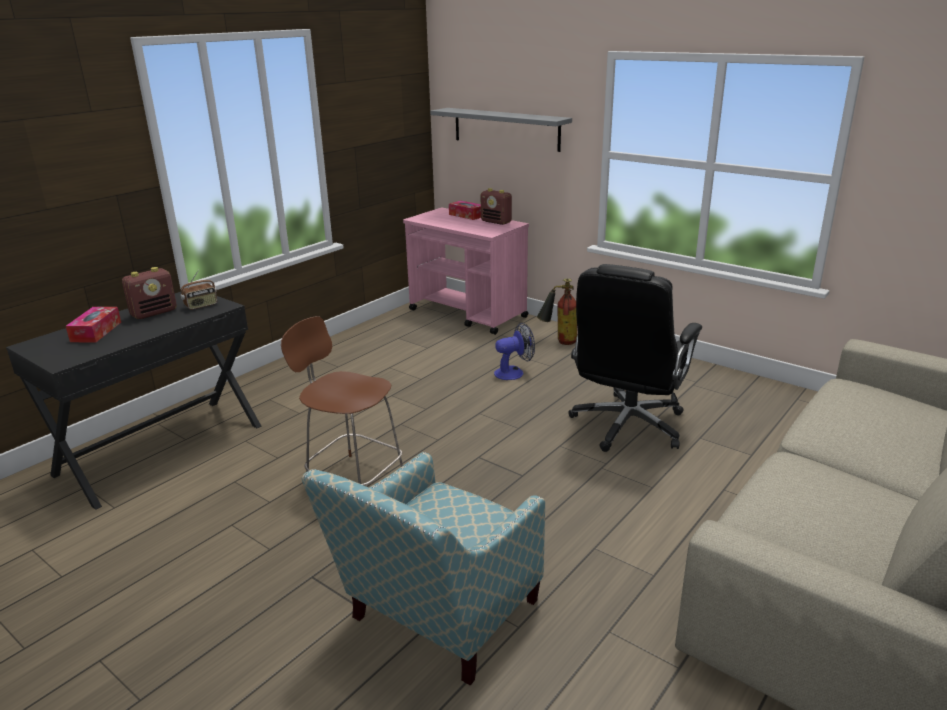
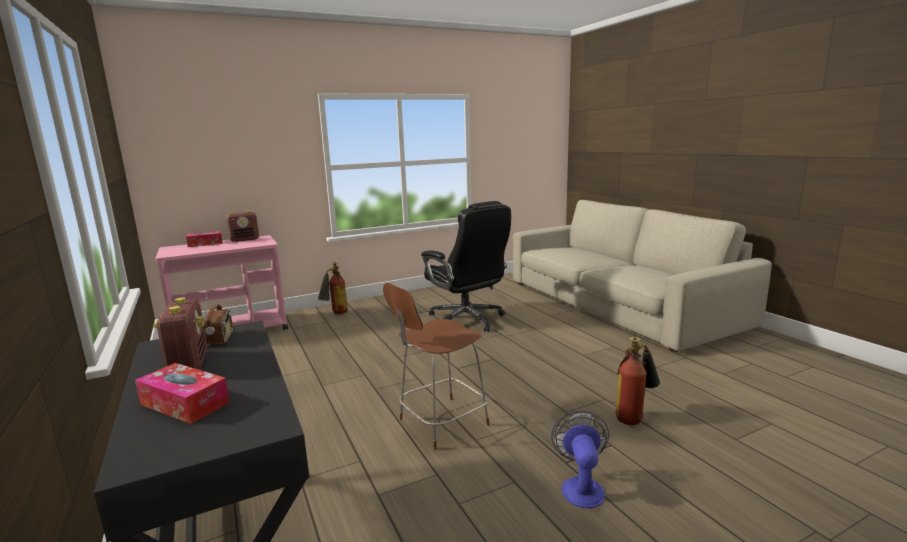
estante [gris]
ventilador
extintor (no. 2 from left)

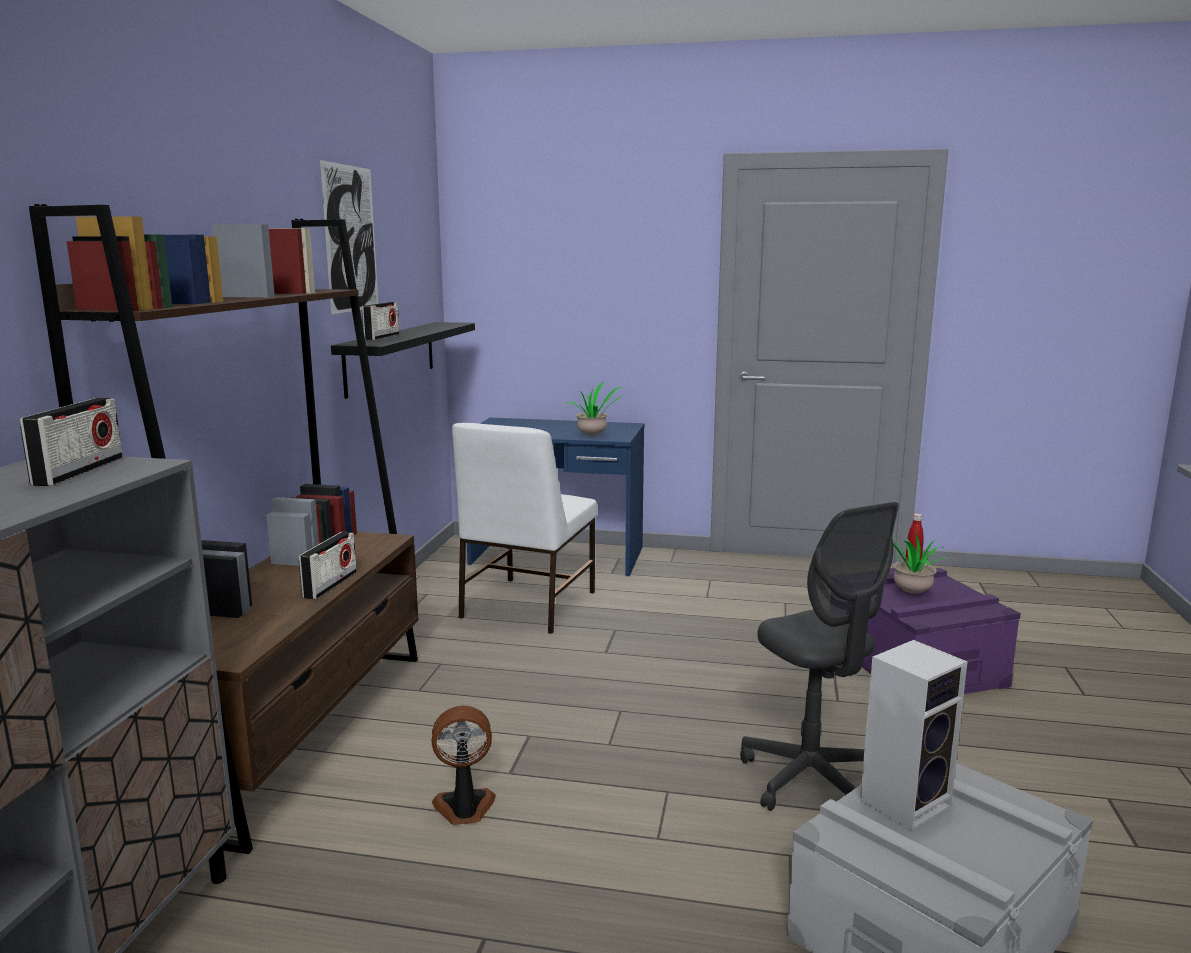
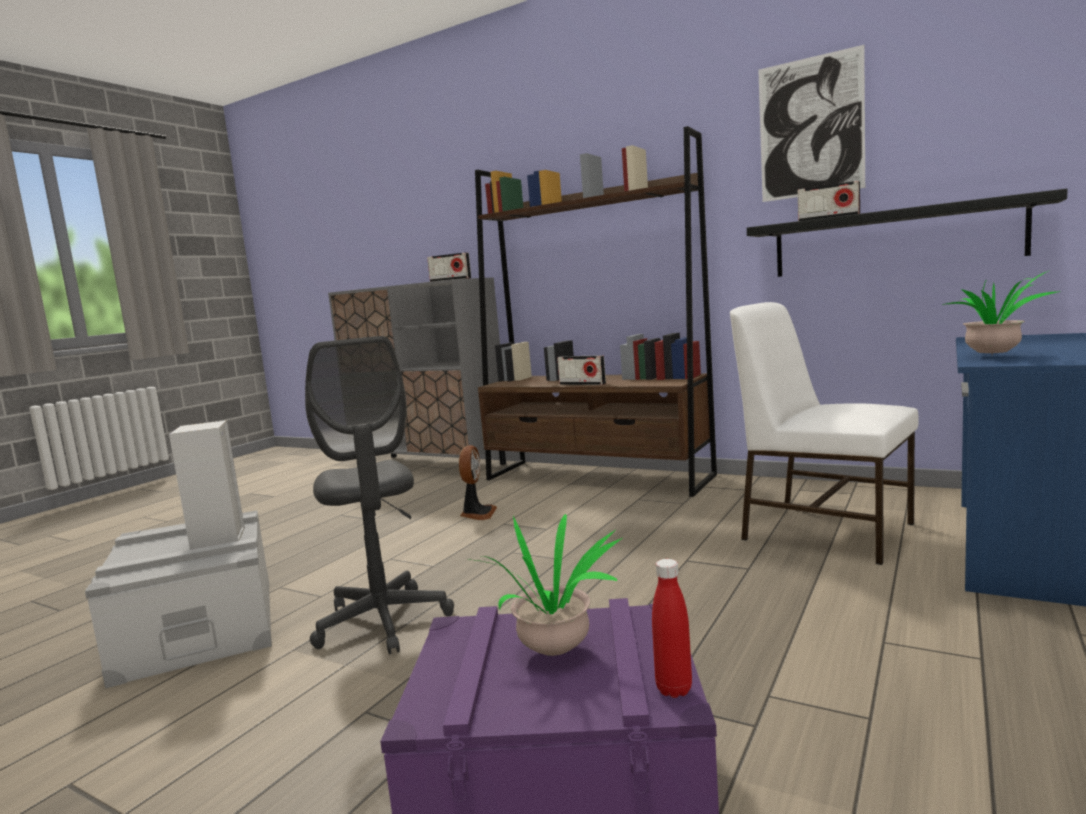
silla de oficina [gris]

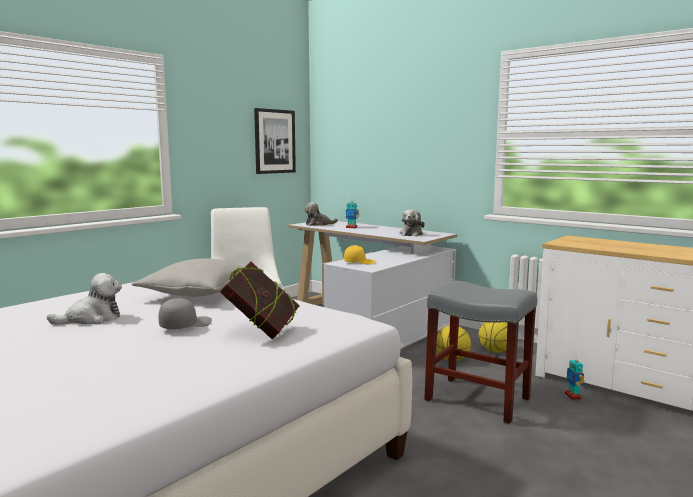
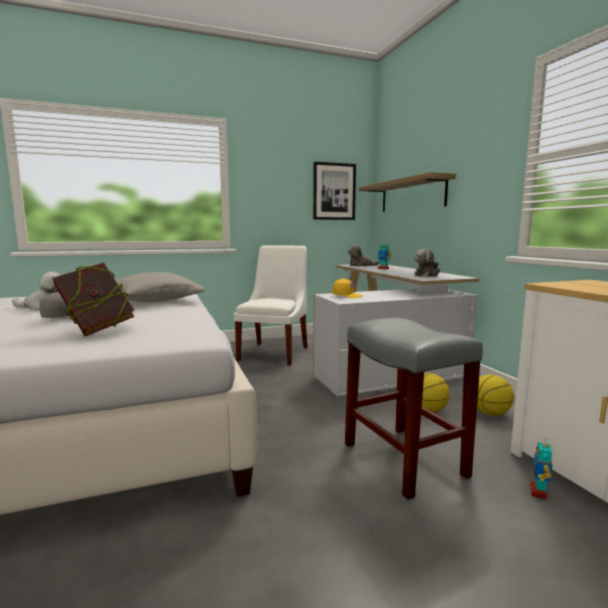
estante

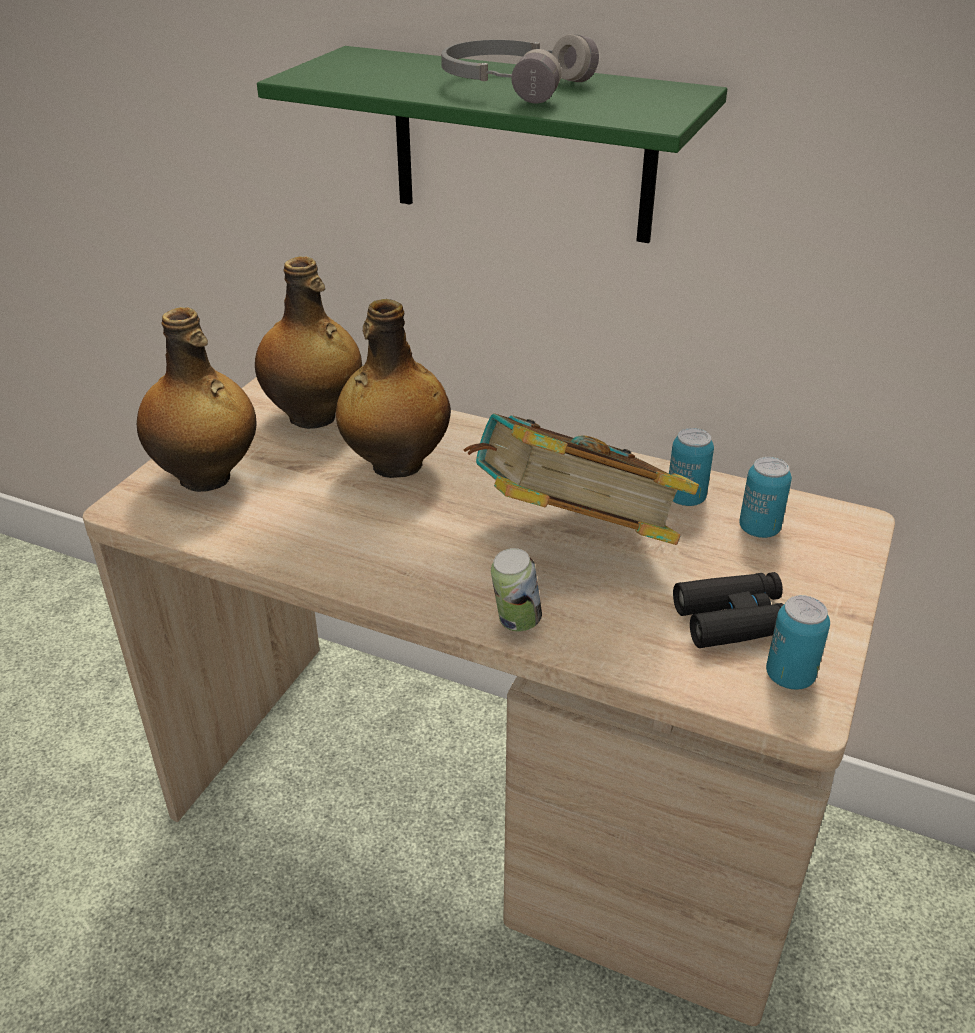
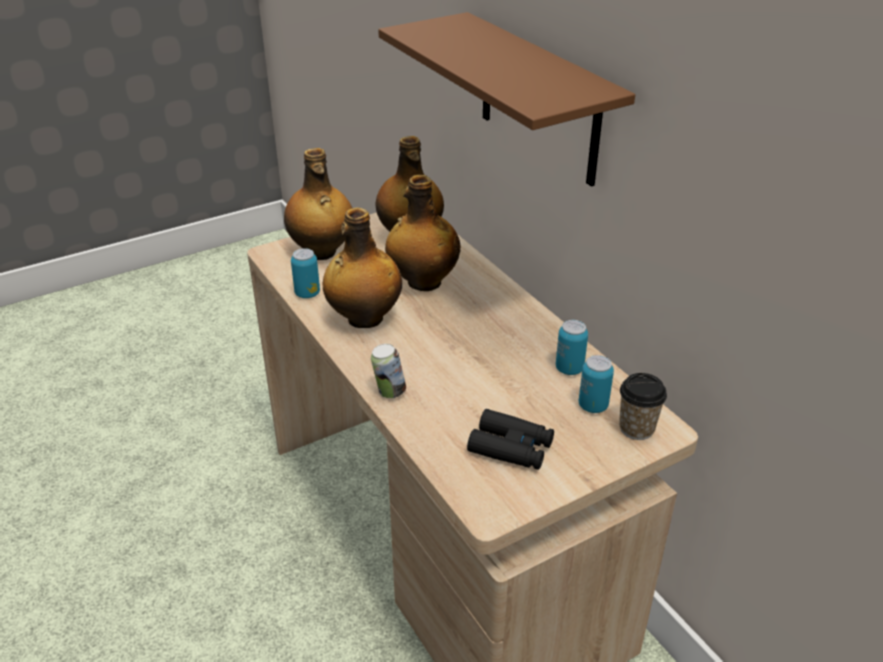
auriculares [gris]
estante [marrón]
libro
lata (no. 1 from left)
botella (no. 2 from left)
taza

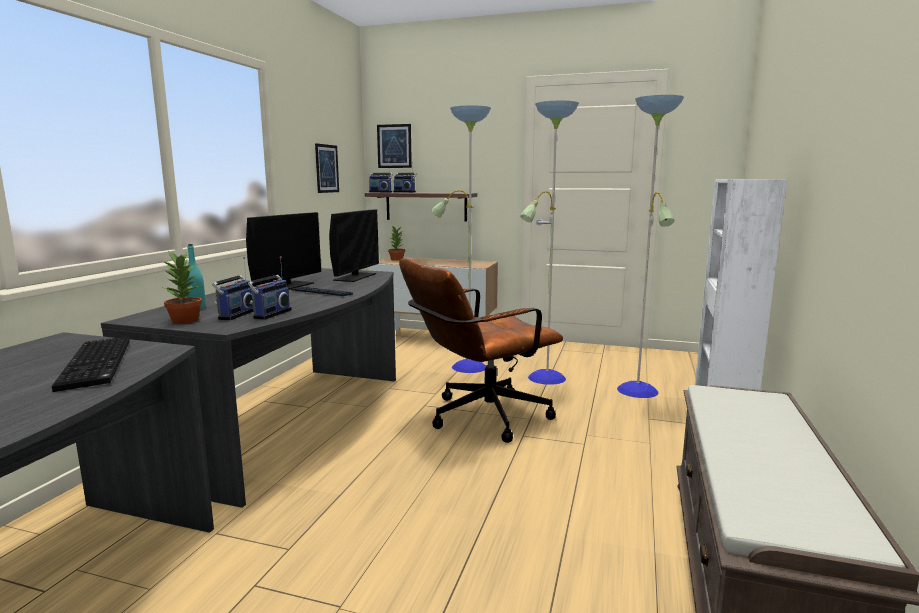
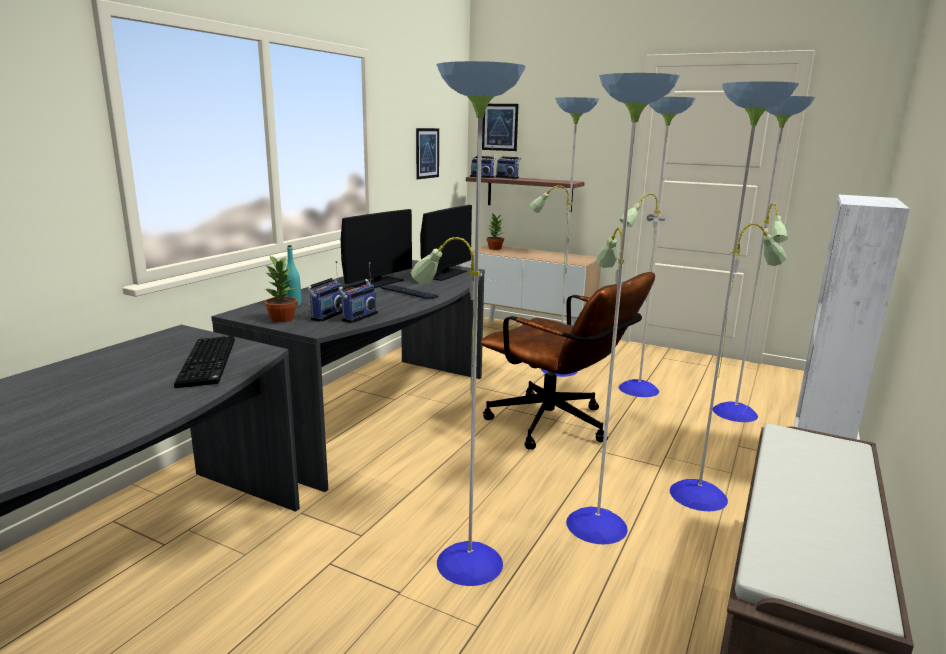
silla de oficina [marrón]
lámpara de pie (no. 1 from left)

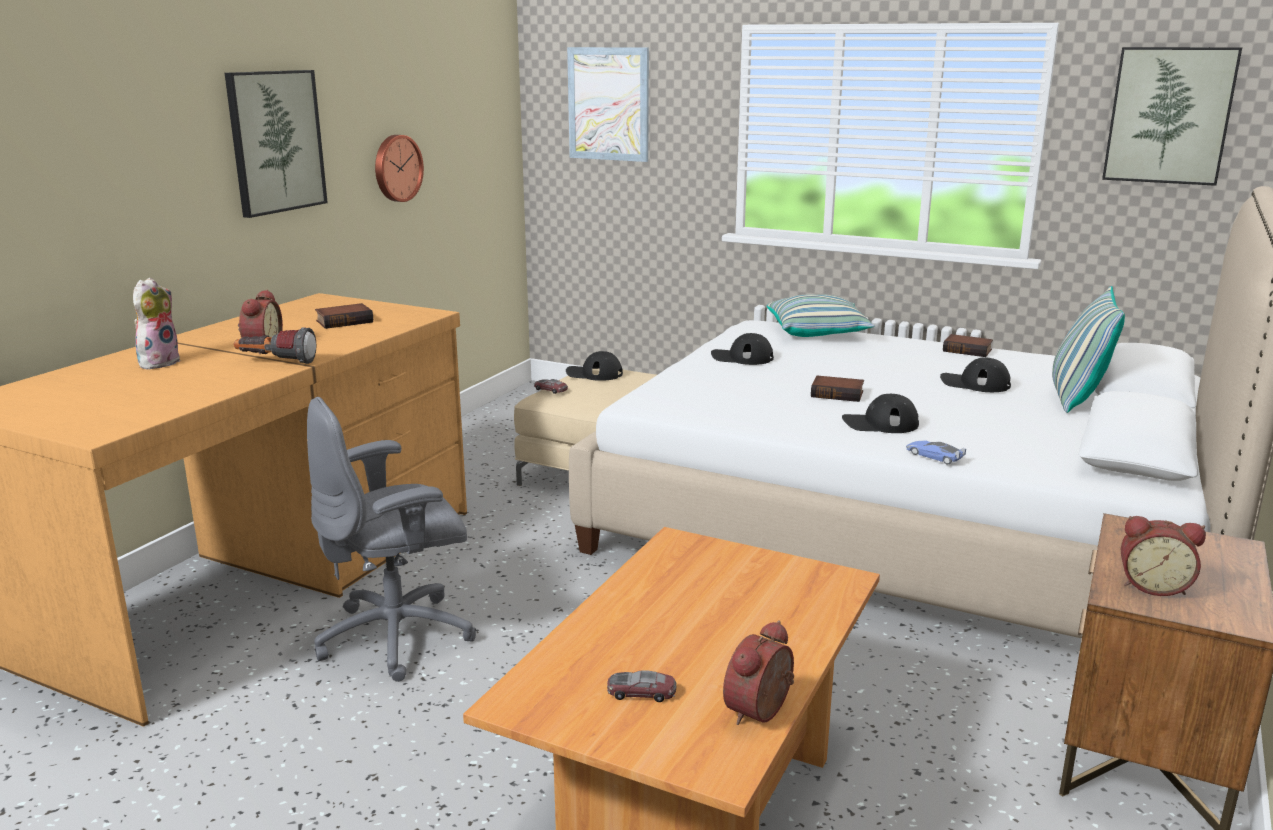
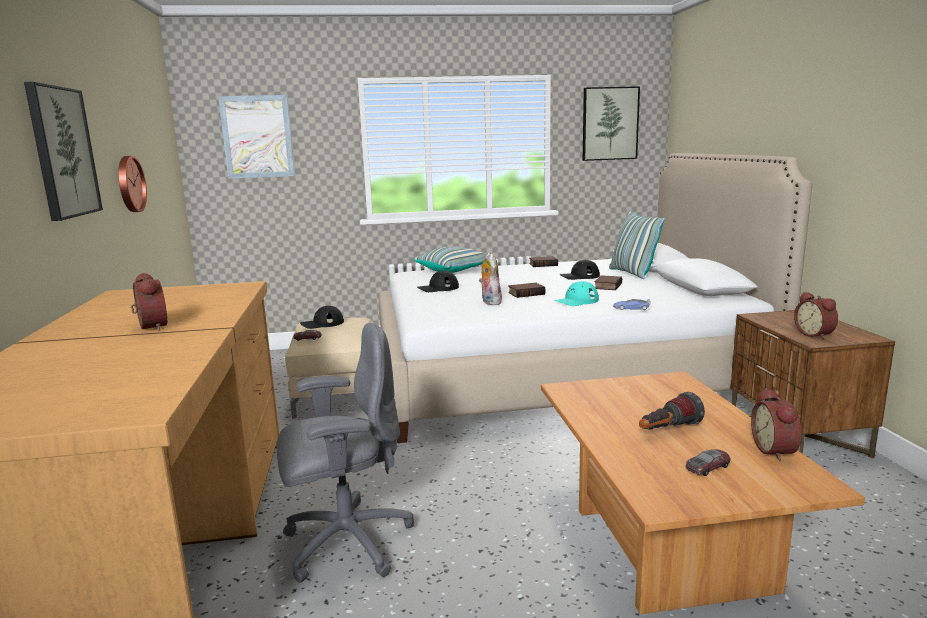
peluche
libro (no. 3 from left)
linterna
gorra [turquesa]
silla de oficina [gris]
despertador (no. 3 from left)

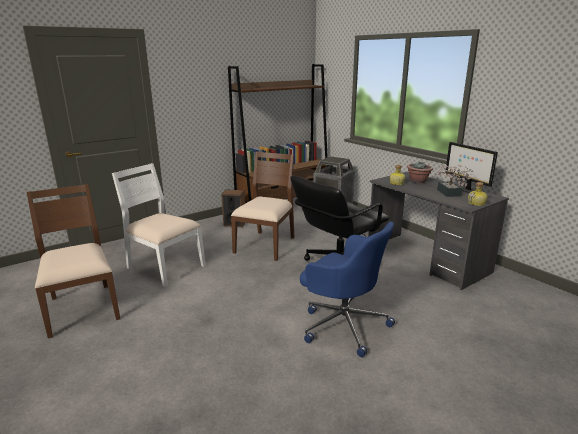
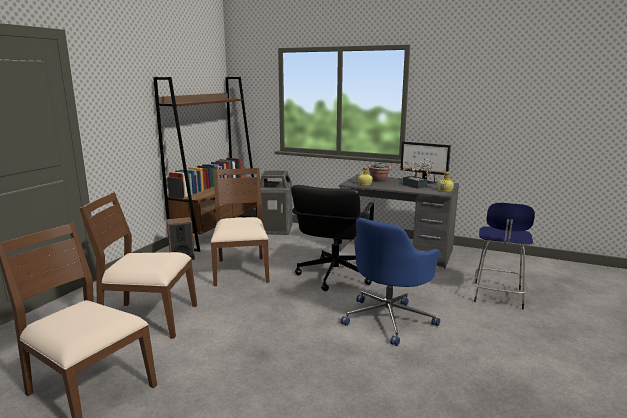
silla [marrón] (no. 2 from left)
silla de oficina [azul]
taburete [azul]

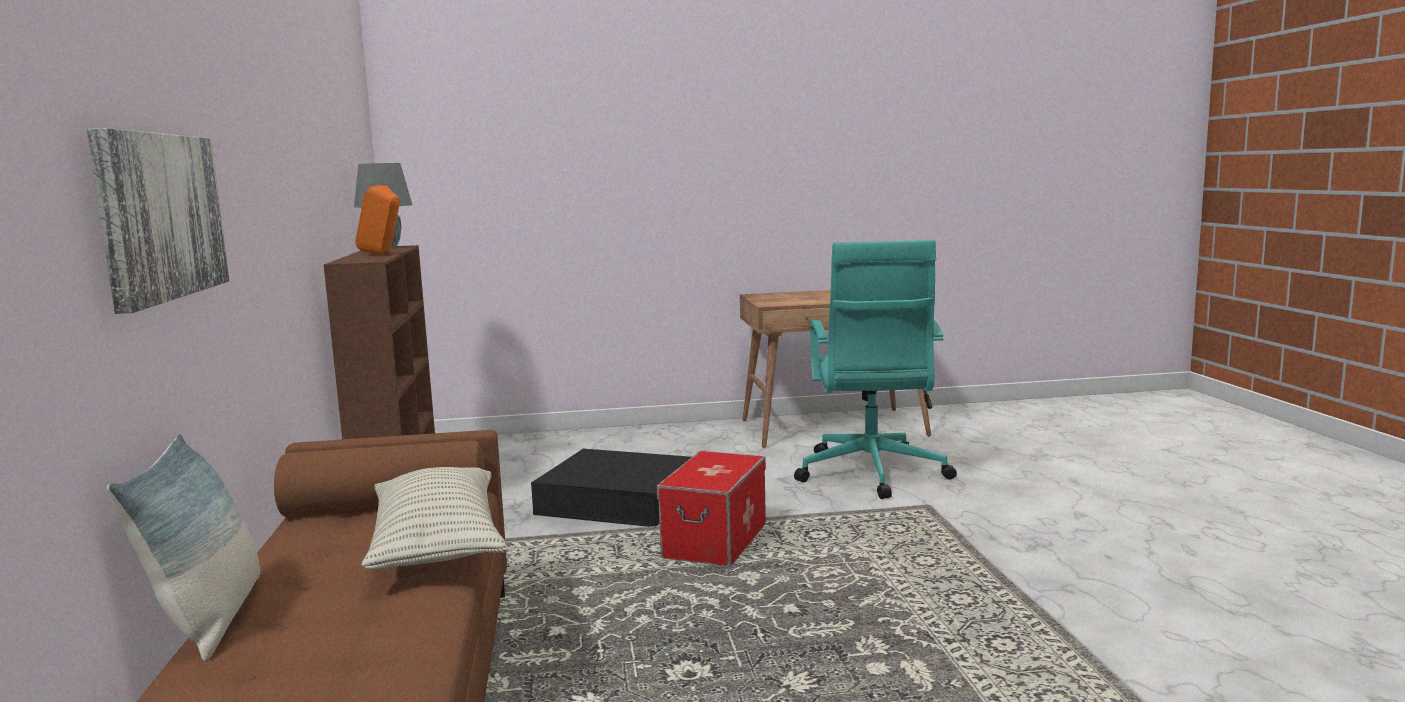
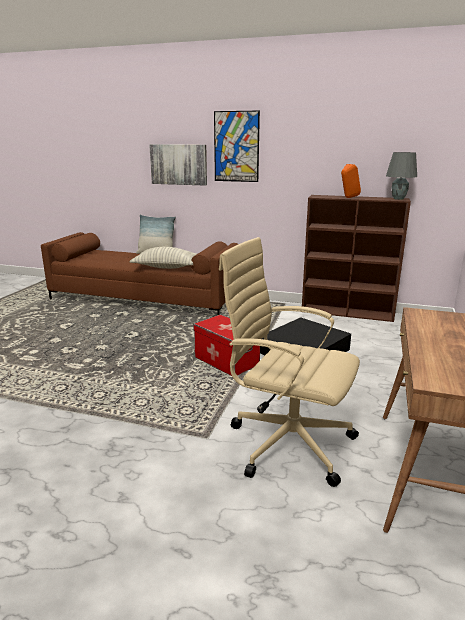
silla de oficina [beis]
cuadro (no. 2 from left)

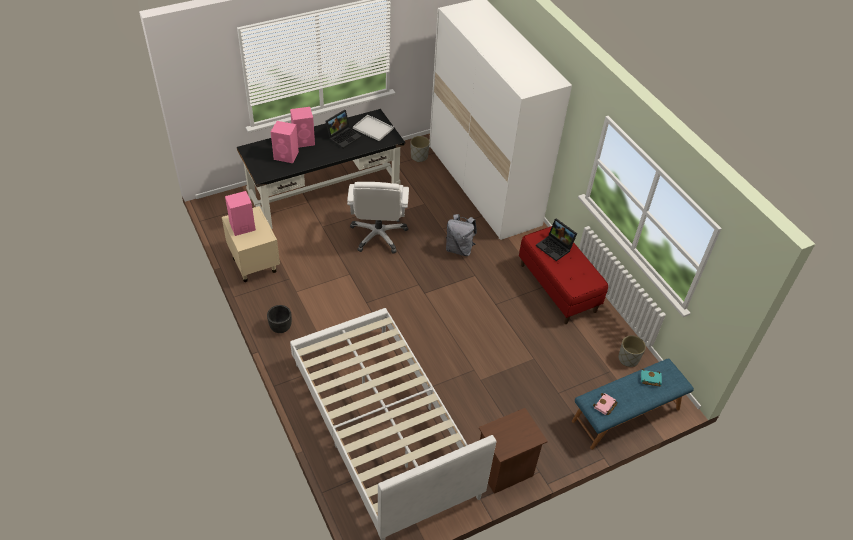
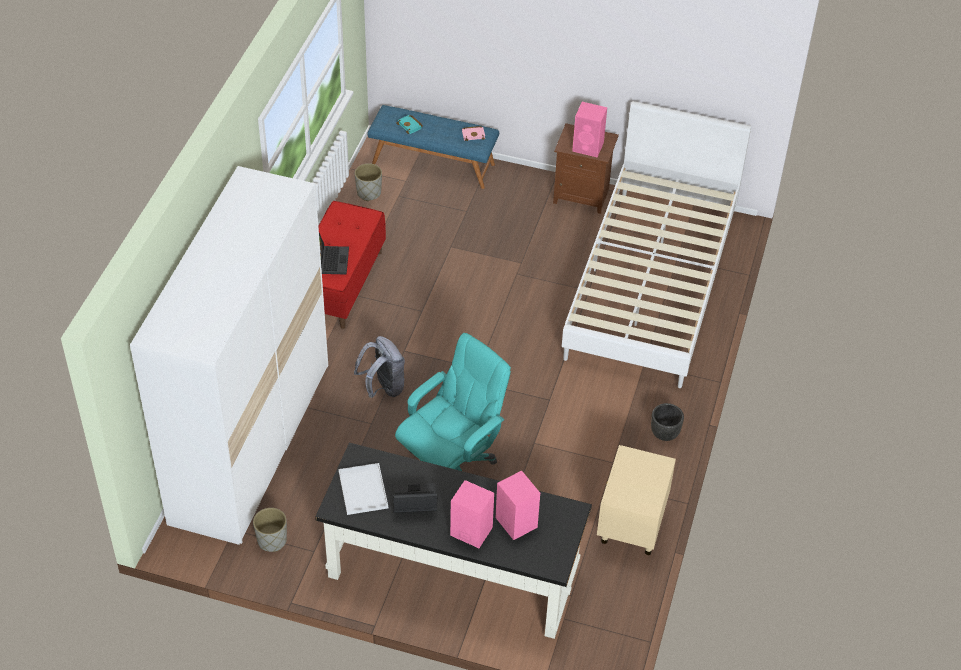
silla de oficina [turquesa]
altavoz [rosa] (no. 3 from left)

